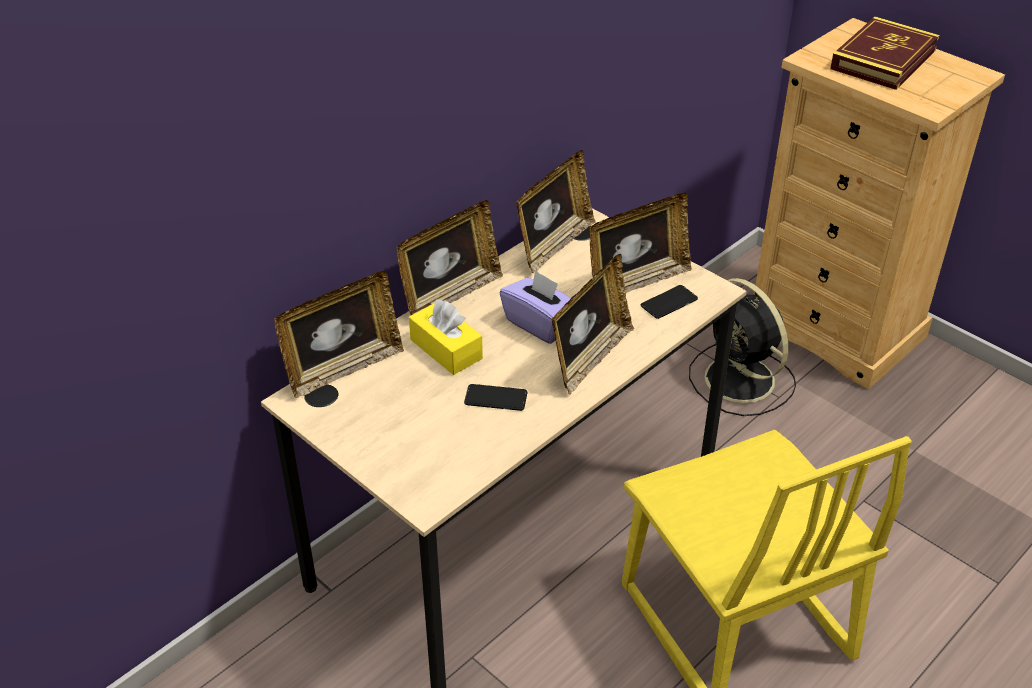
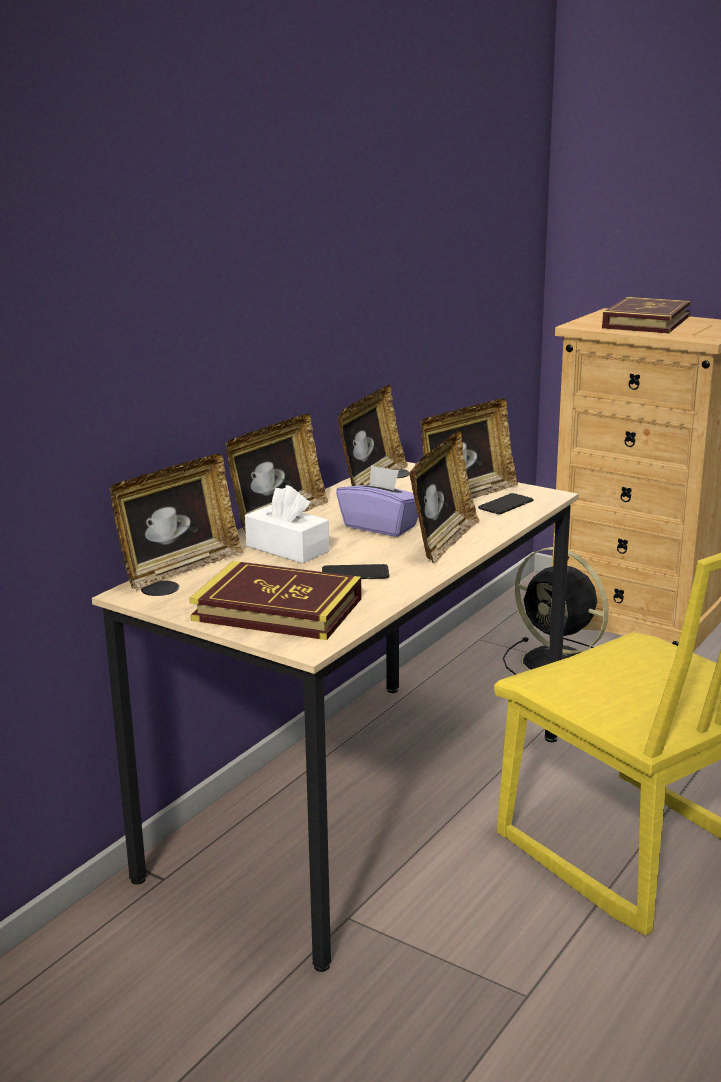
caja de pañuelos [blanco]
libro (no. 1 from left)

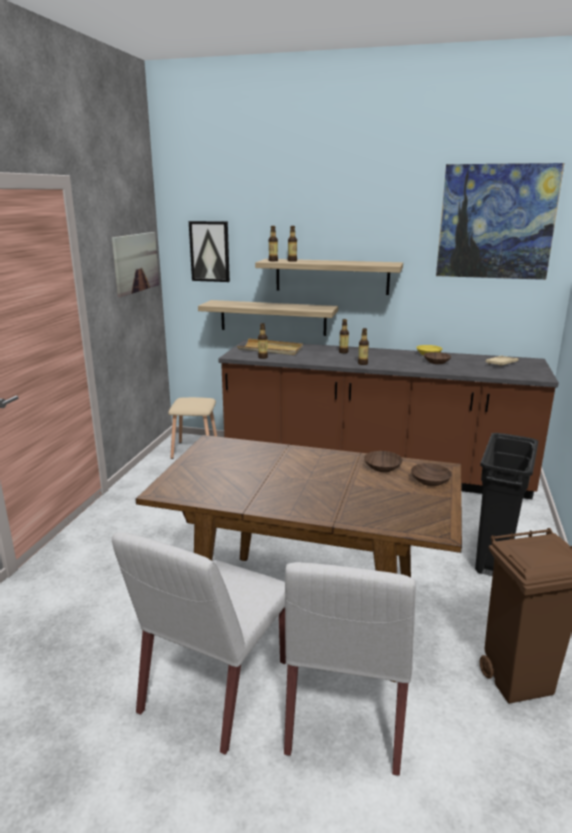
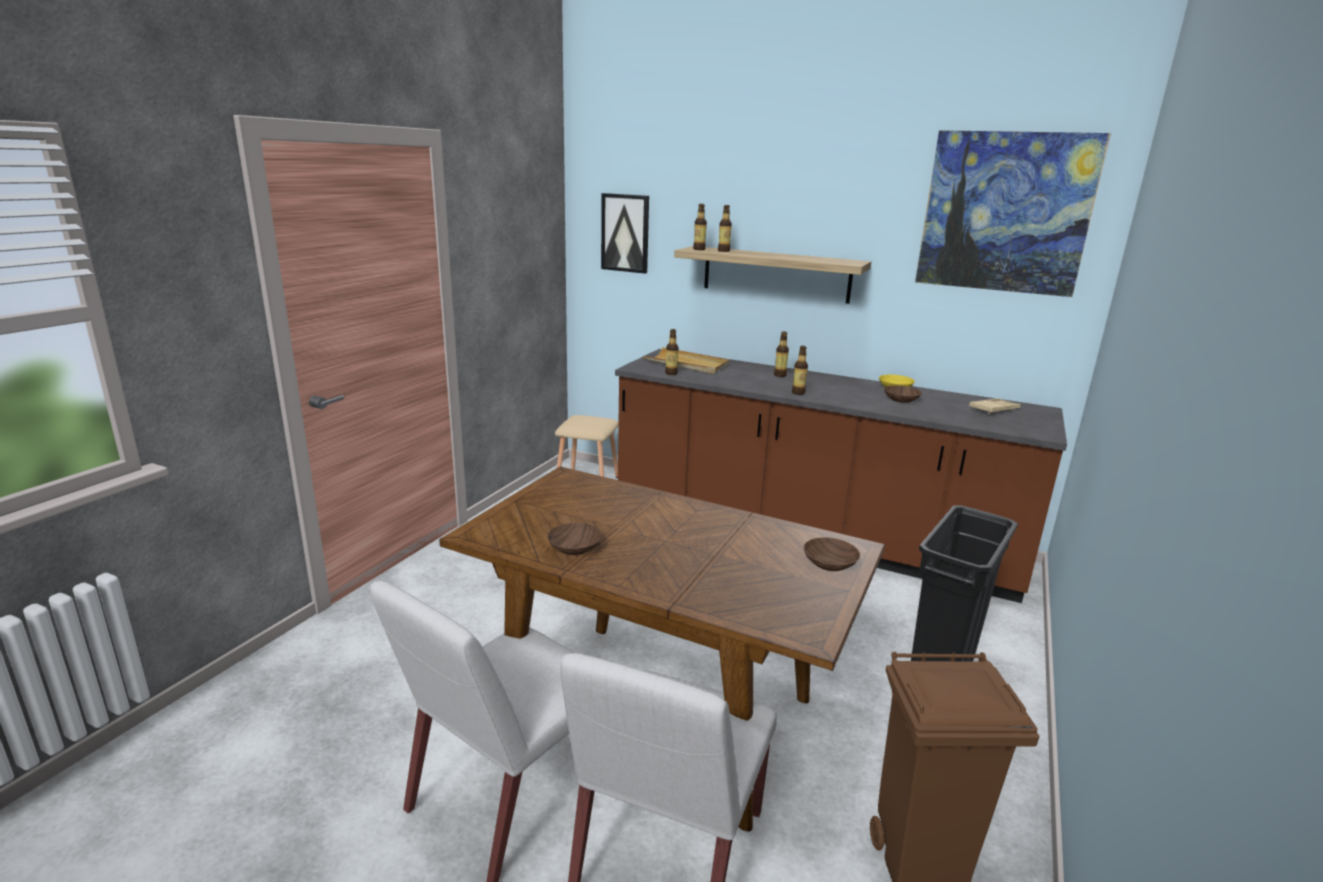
cuadro (no. 1 from left in the first image)
estante (no. 1 from left in the first image)
cuenco [marrón] (no. 1 from left)

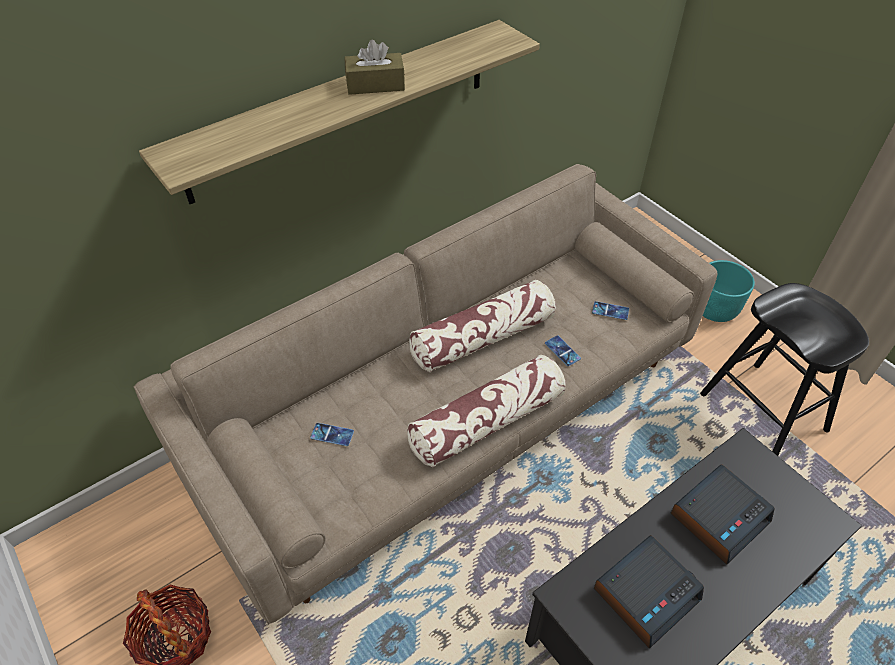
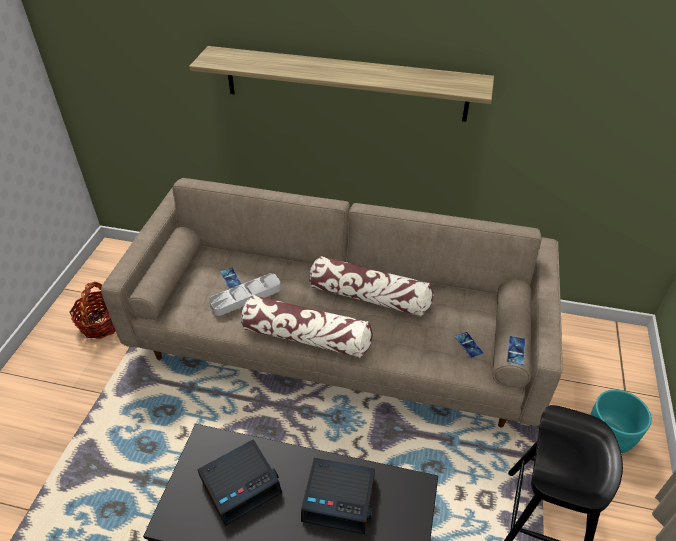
caja de pañuelos [marrón]
móvil (no. 3 from left)
despertador (no. 1 from left)
bandeja [gris]

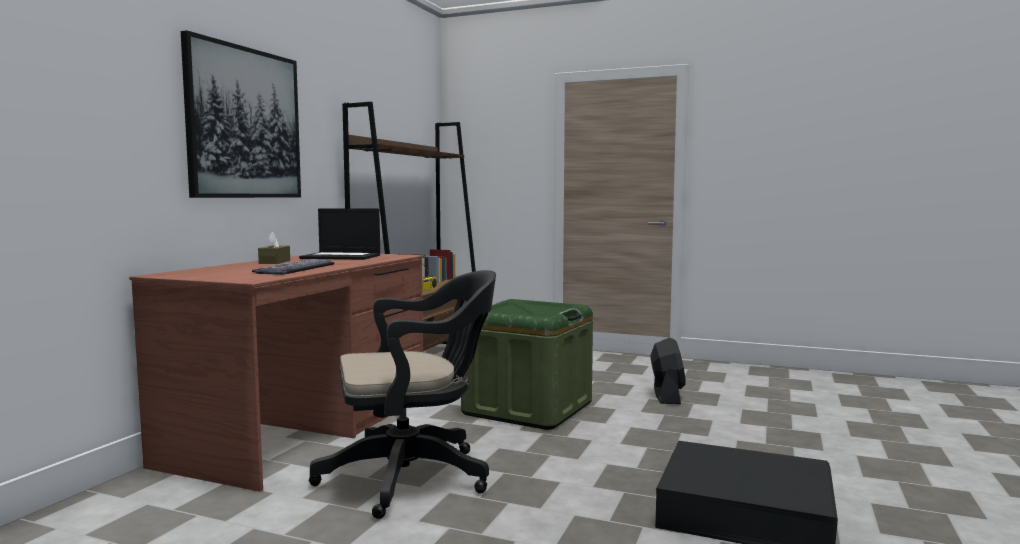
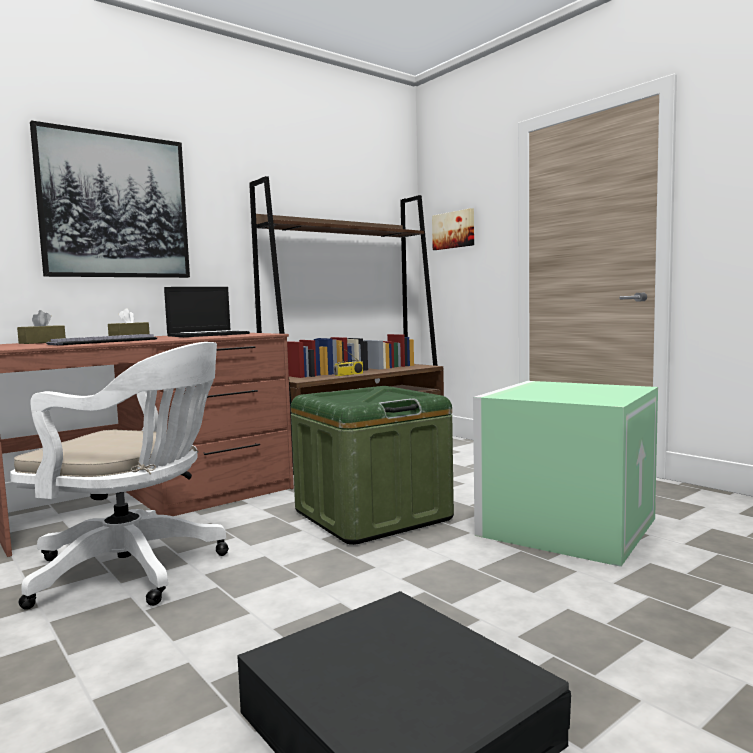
portátil
silla de oficina [blanco]
caja de almacenaje [verde] (no. 2 from left)
cuadro (no. 2 from left)
caja de pañuelos [marrón] (no. 1 from left)

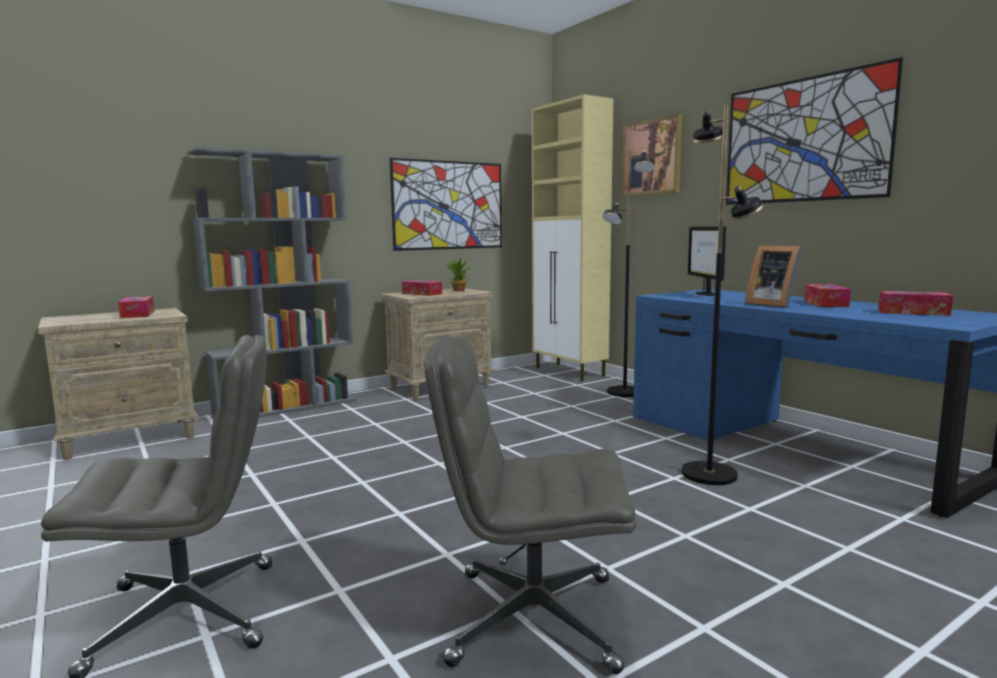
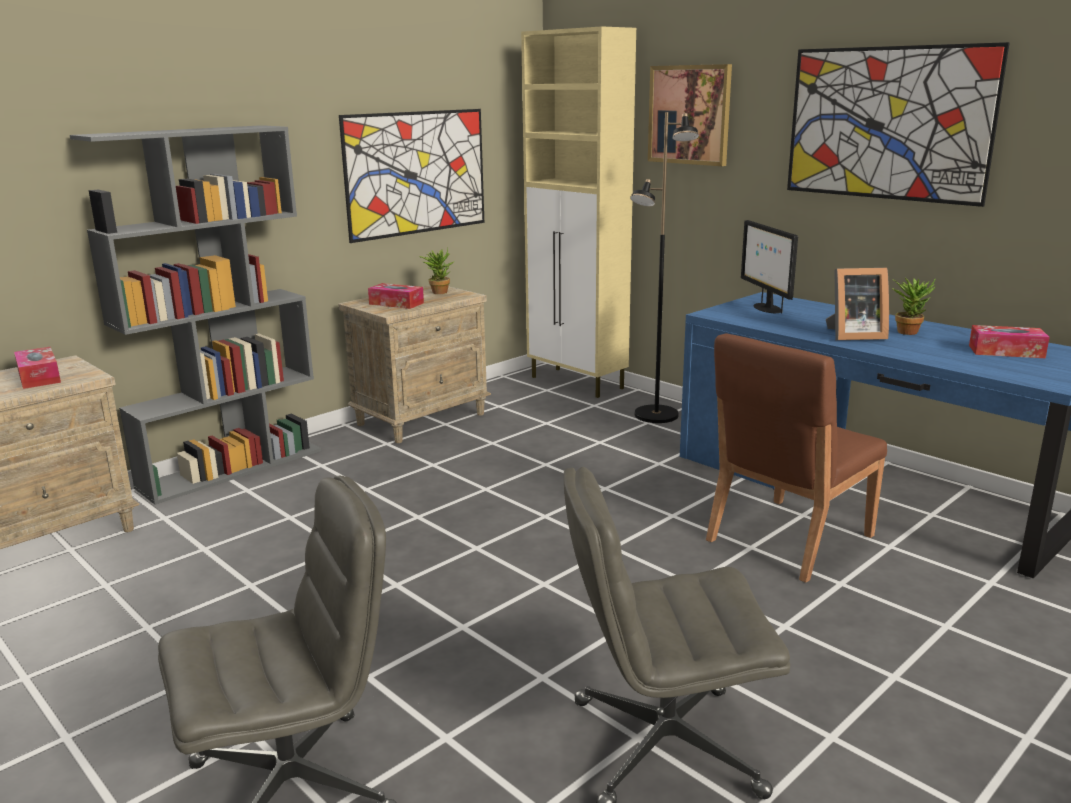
silla [marrón]
portarretratos
planta en maceta (no. 2 from left)

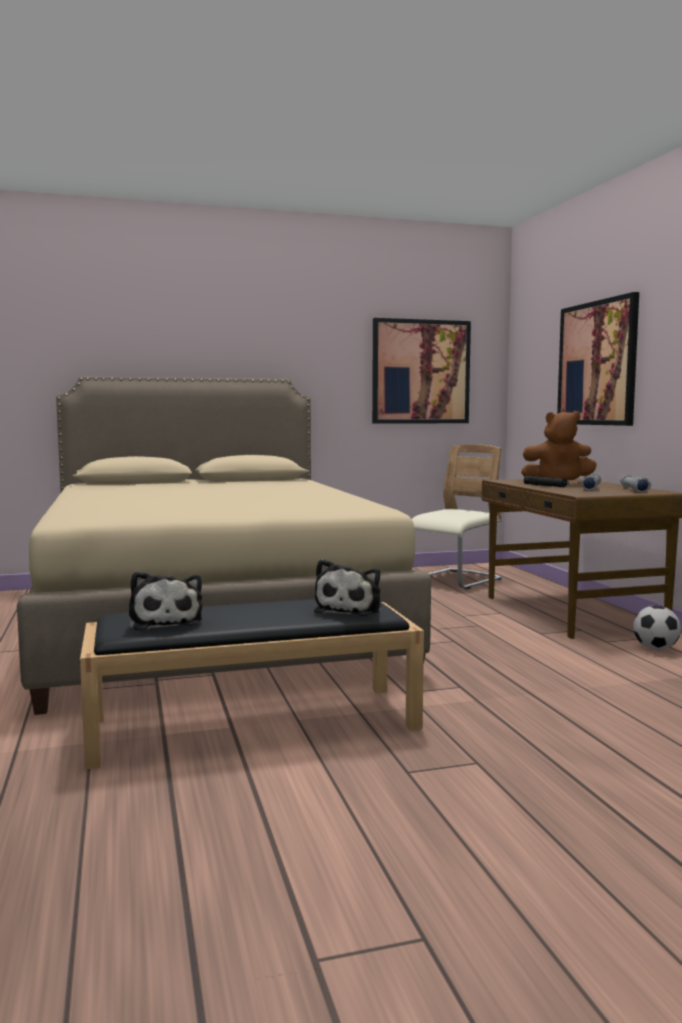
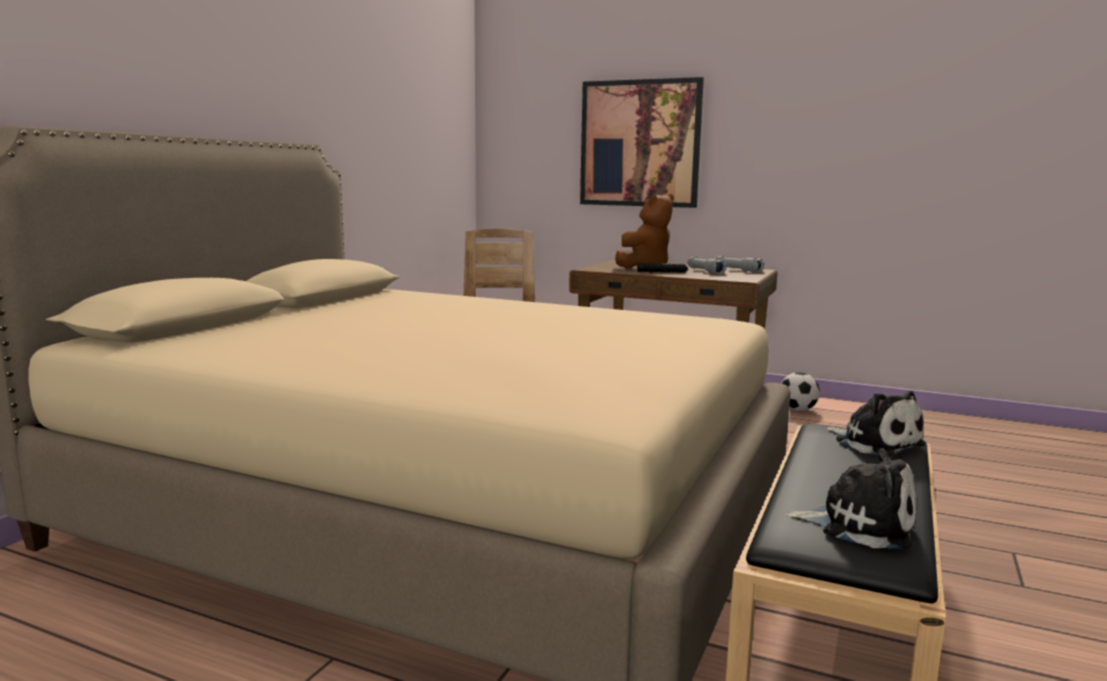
cuadro (no. 1 from left in the first image)

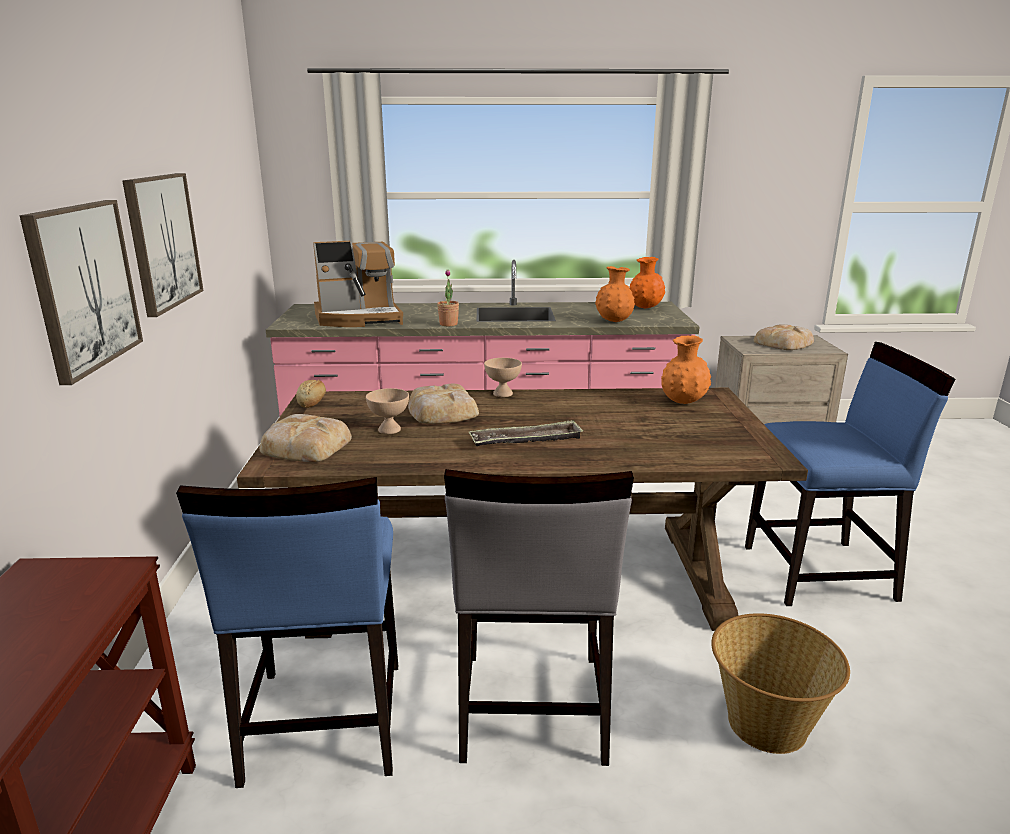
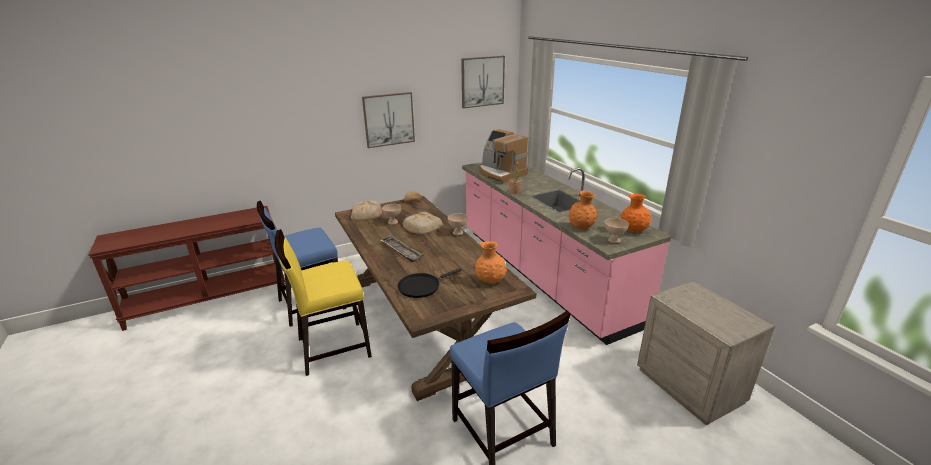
cuadro (no. 2 from left)
pan (no. 4 from left in the first image)
silla [amarillo]
cesta
cuenco [beis] (no. 3 from left)
sartén [negro]

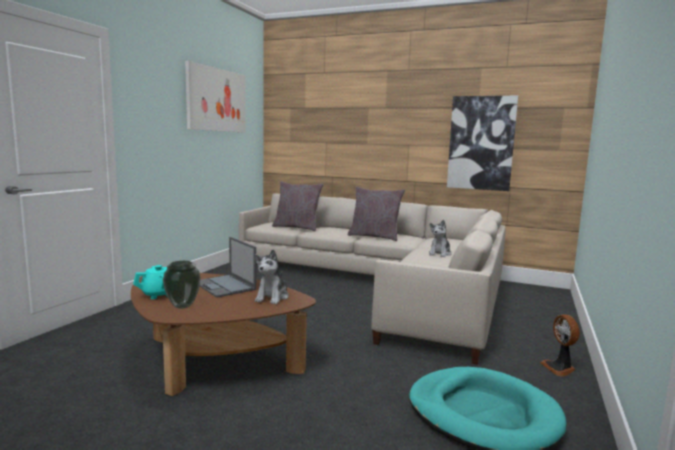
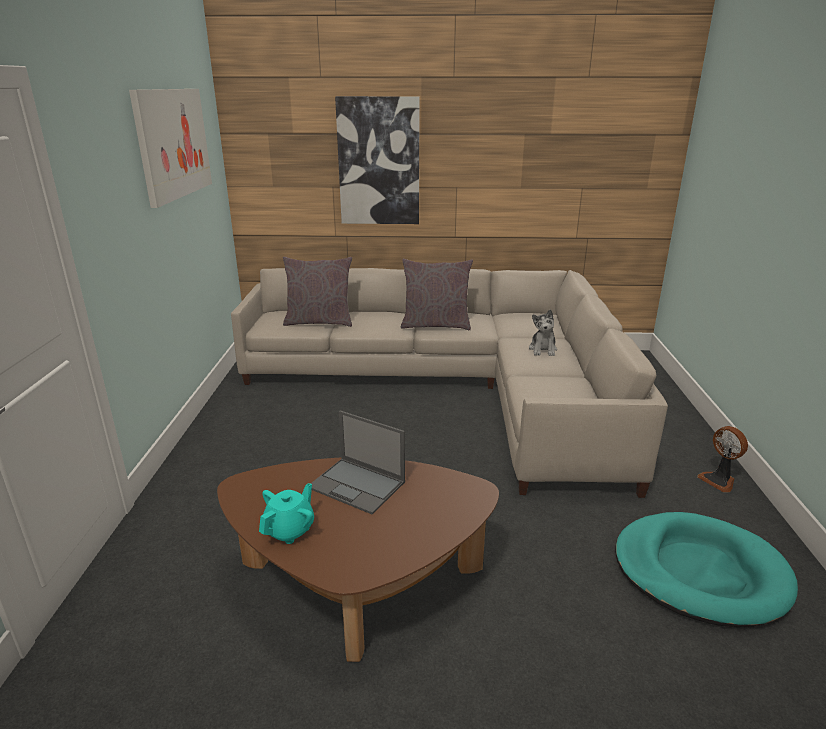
cuadro (no. 2 from left)
peluche (no. 1 from left in the first image)
florero

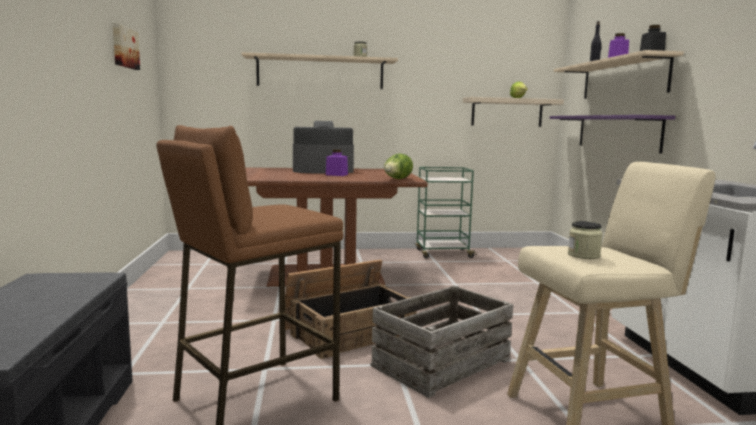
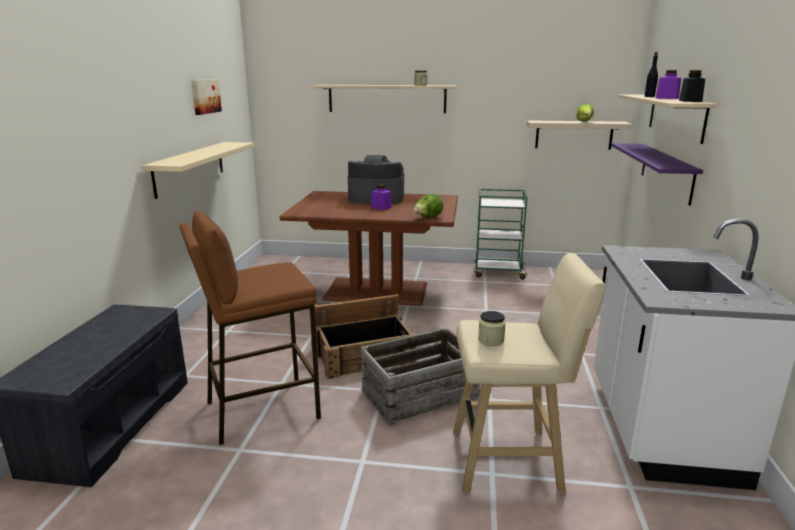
estante [beis] (no. 1 from left)

